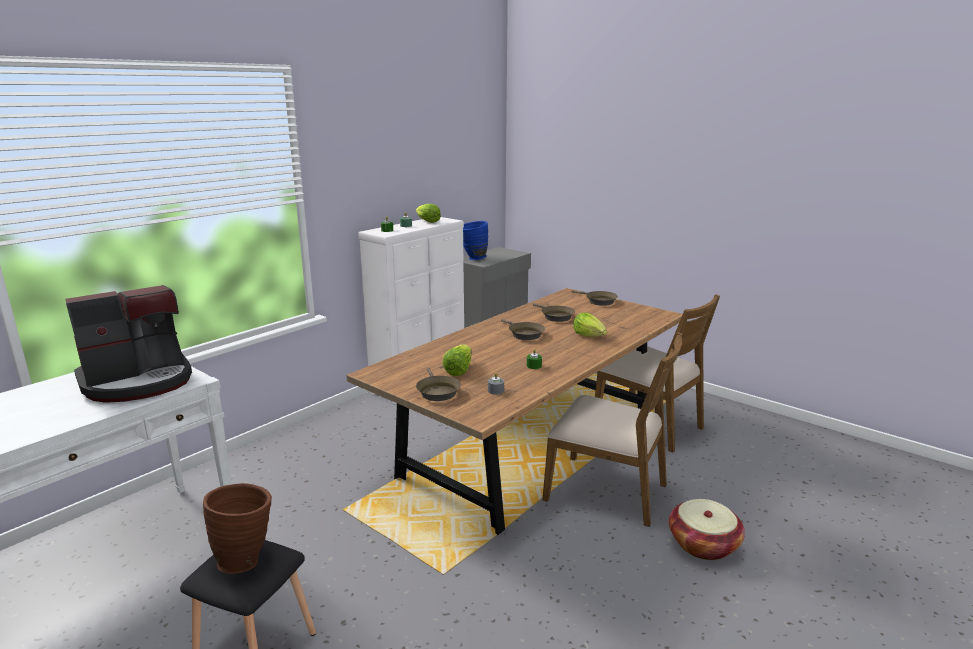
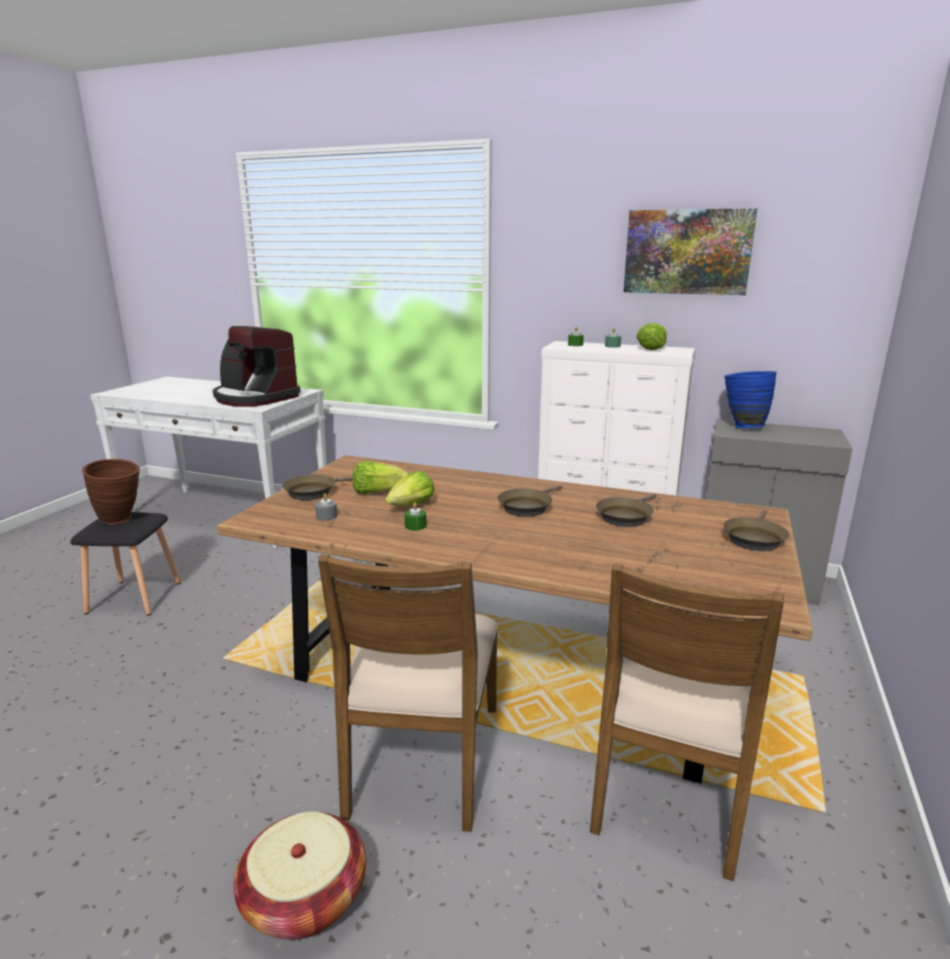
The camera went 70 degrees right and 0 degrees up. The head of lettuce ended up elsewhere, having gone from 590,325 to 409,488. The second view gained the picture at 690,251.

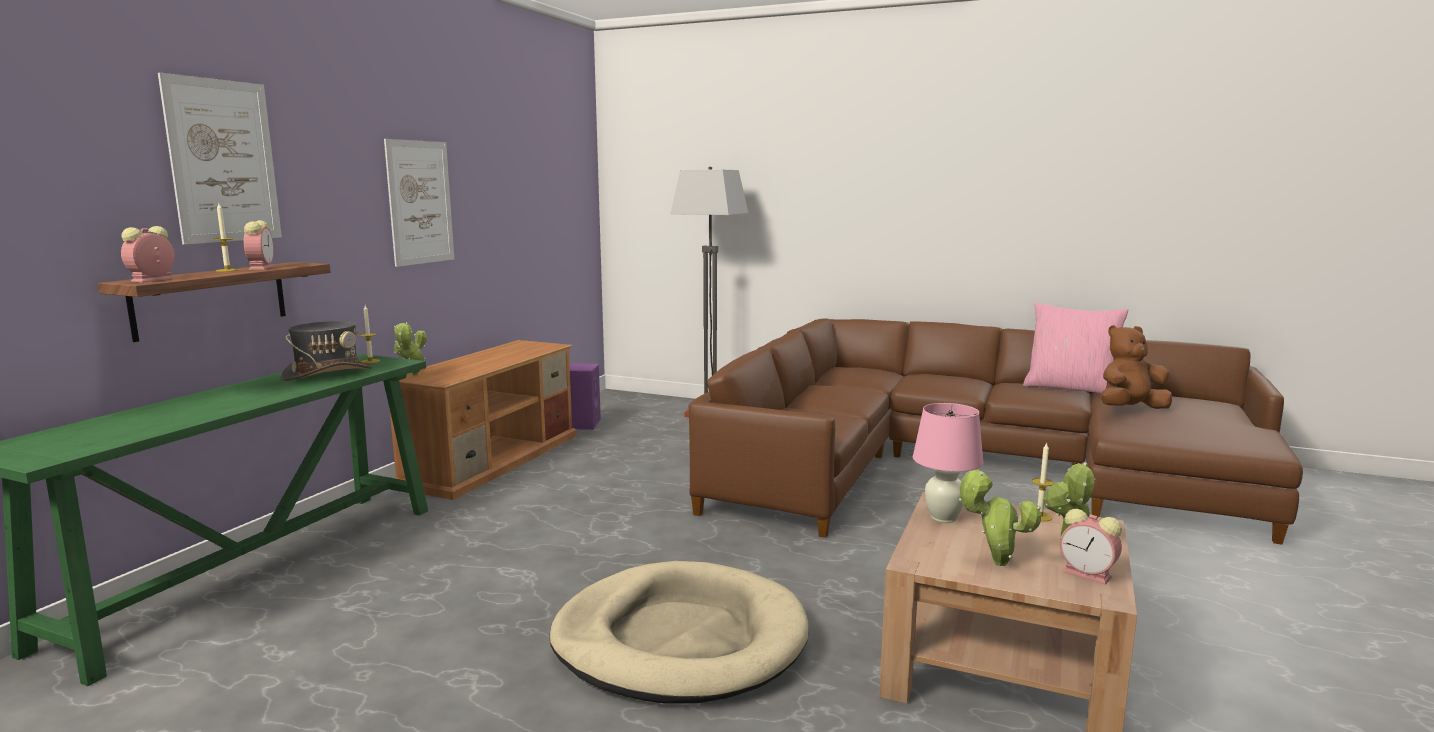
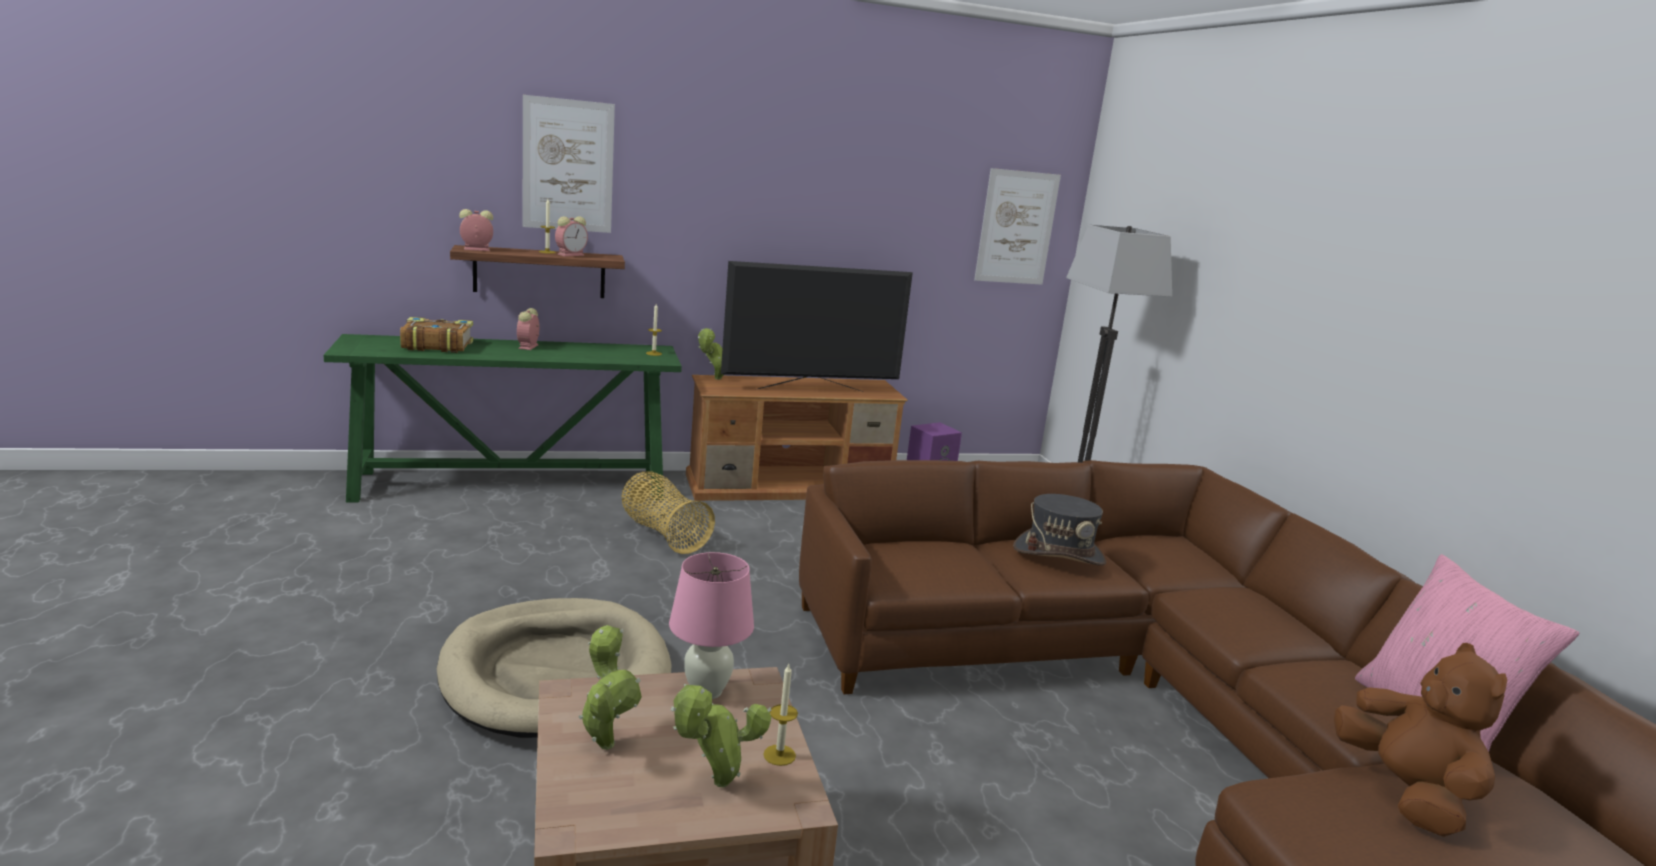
The camera went 50 degrees right and 5 degrees up. The second view gained the book at 436,335. The alarm clock ended up elsewhere, having gone from 1091,547 to 528,329. The second view gained the basket at 668,513. The second view gained the TV at 817,326. The picture ended up elsewhere, having gone from 419,203 to 1017,226. The wearable hat (greyish) ended up elsewhere, having gone from 326,351 to 1059,530. The plush toy (brown) at 1136,367 ended up facing another way, 45 degrees clockwise from before.

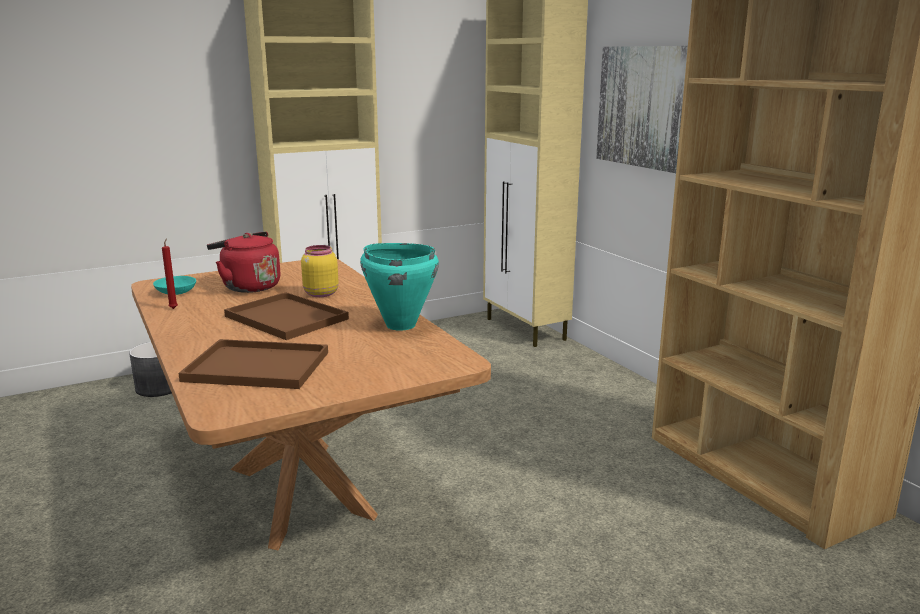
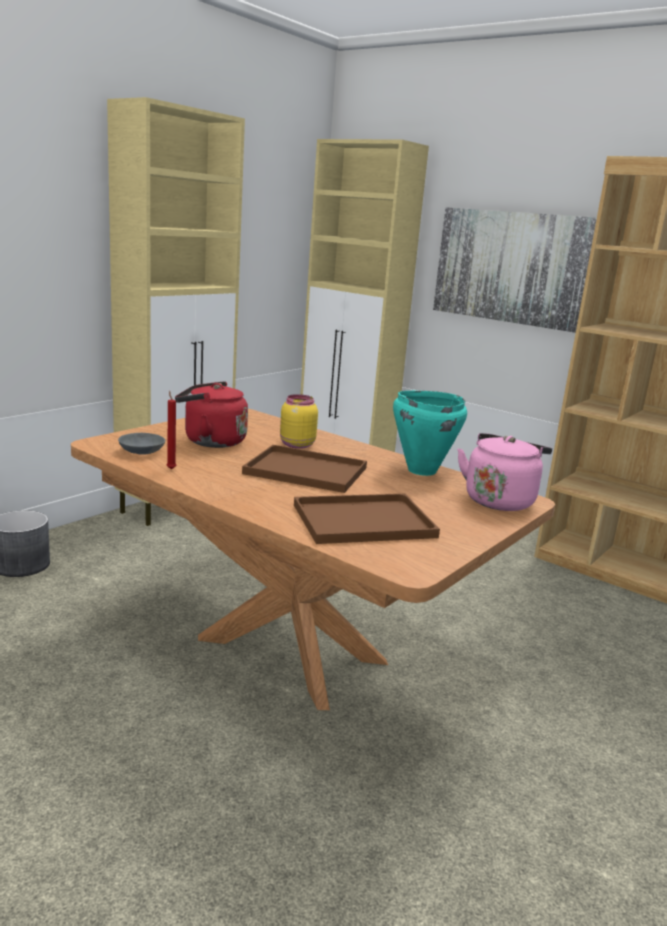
The camera went 25 degrees left and 0 degrees up. What was the bowl (turquoise-coloured) at 174,285 turned into the bowl (greyish) at 141,444. The second view gained the kettle (pink-coloured) at 504,472.

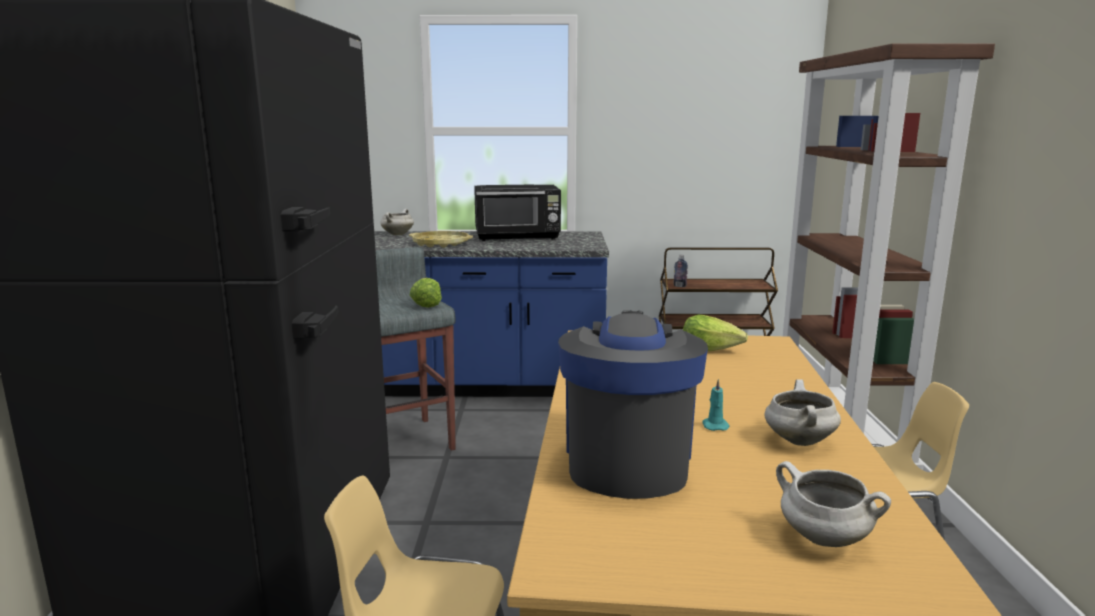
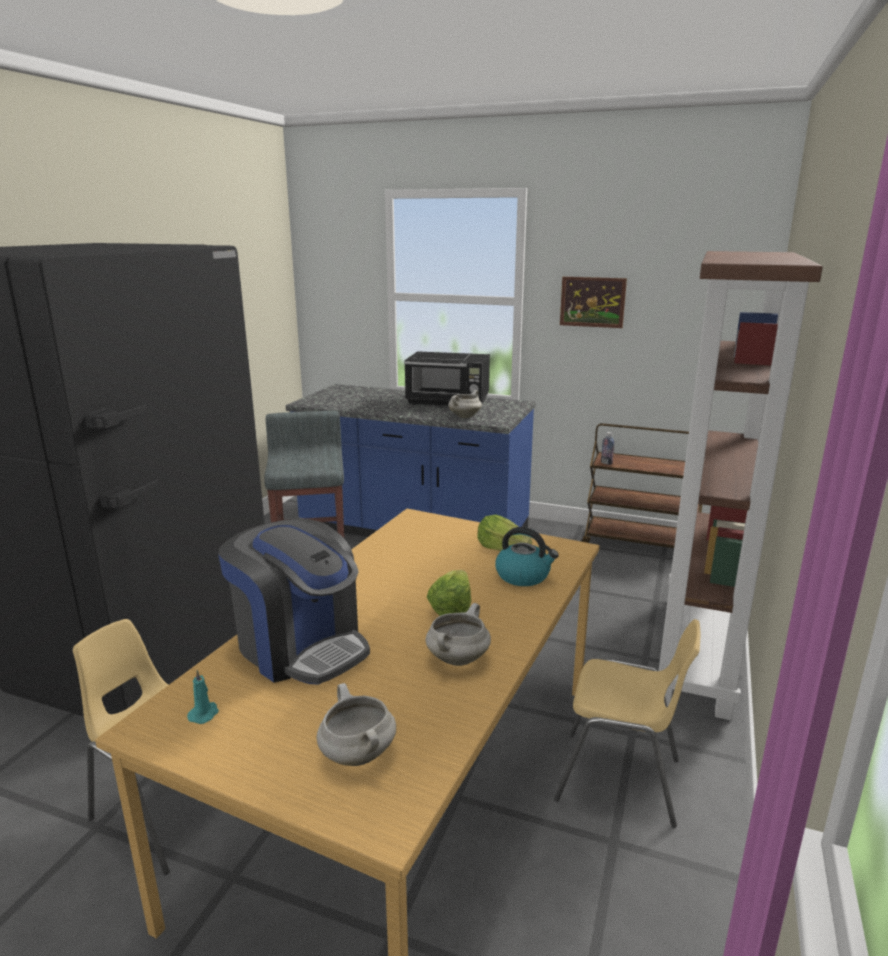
The camera went 20 degrees right and 5 degrees up. The candle (turquoise-coloured) ended up elsewhere, having gone from 716,405 to 203,697. The coffee machine at 633,404 ended up facing another way, 105 degrees clockwise from before. The head of lettuce ended up elsewhere, having gone from 426,293 to 449,593. The stockpot (whitish) ended up elsewhere, having gone from 397,222 to 465,404. The second view gained the kettle at 527,556. The second view gained the picture at 593,302. The second view lost the carrying tray (yellow) at 441,239.

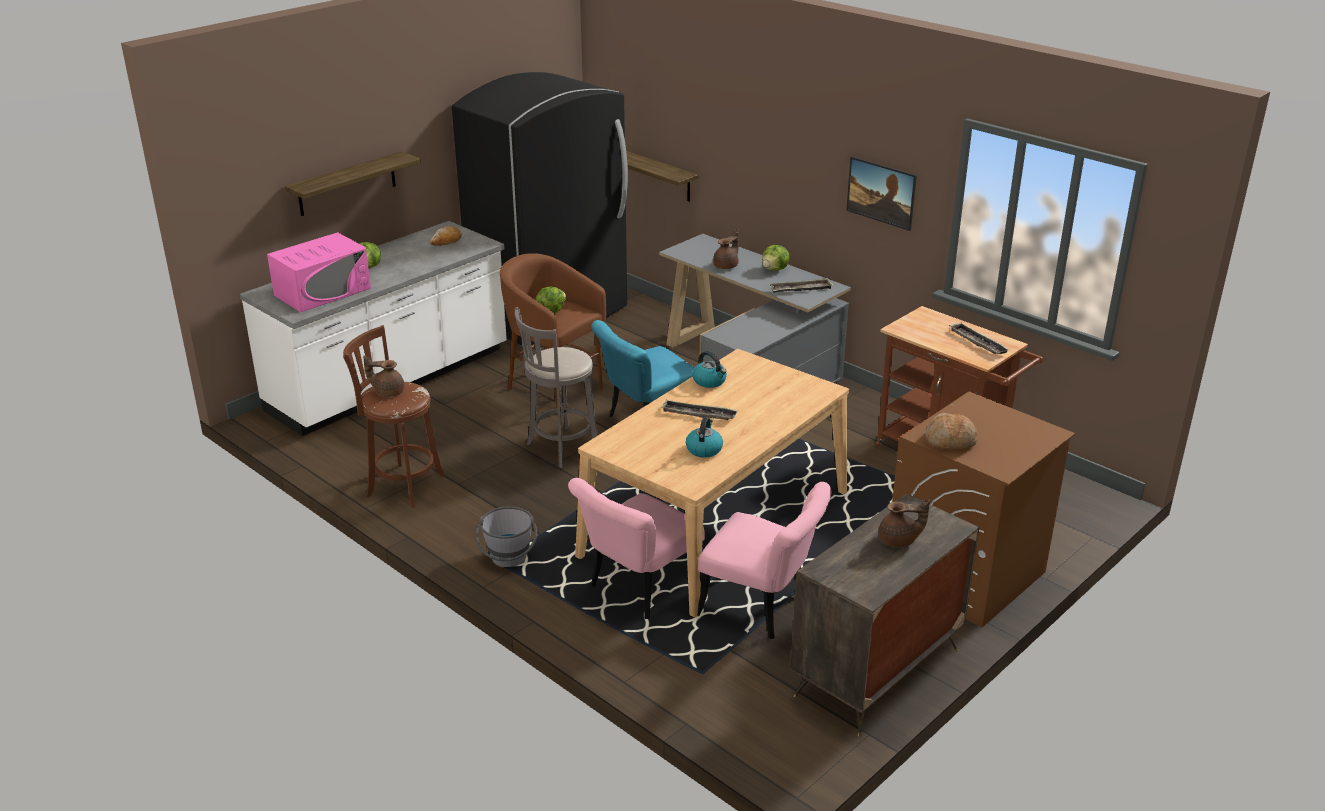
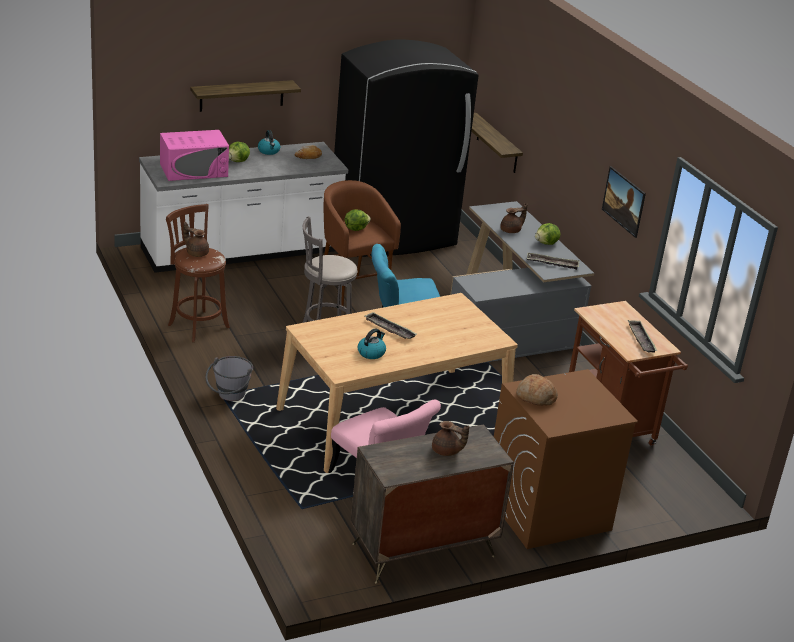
The camera went 20 degrees right and 0 degrees up. The kettle ended up elsewhere, having gone from 709,369 to 269,142. The second view lost the chair (pink-coloured) at 636,548.

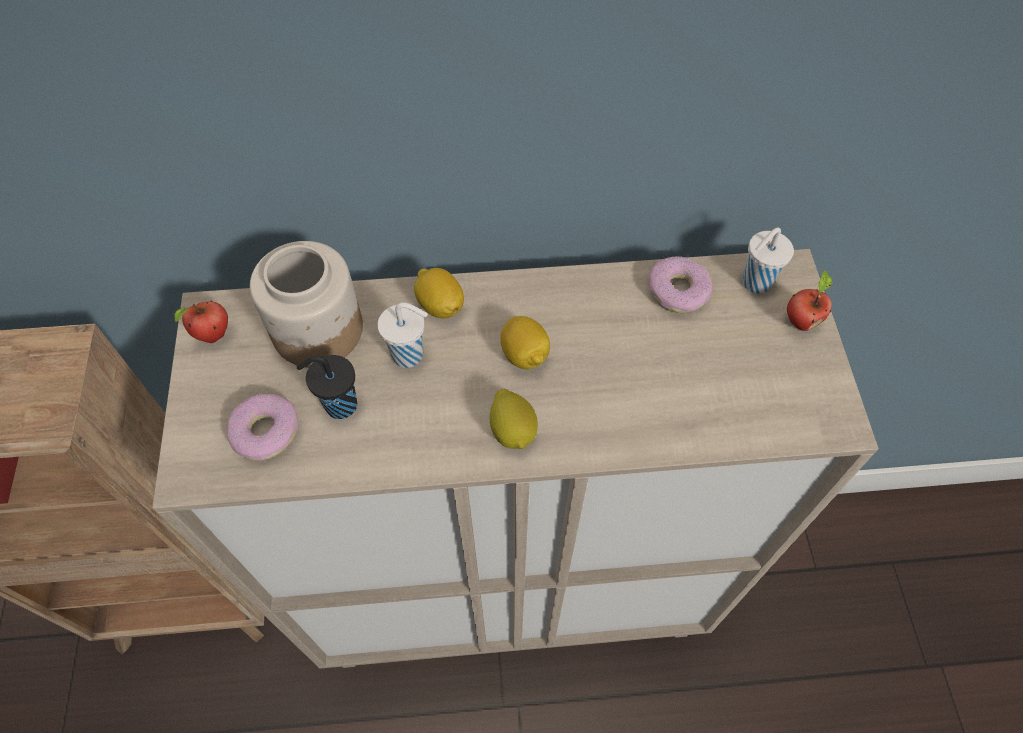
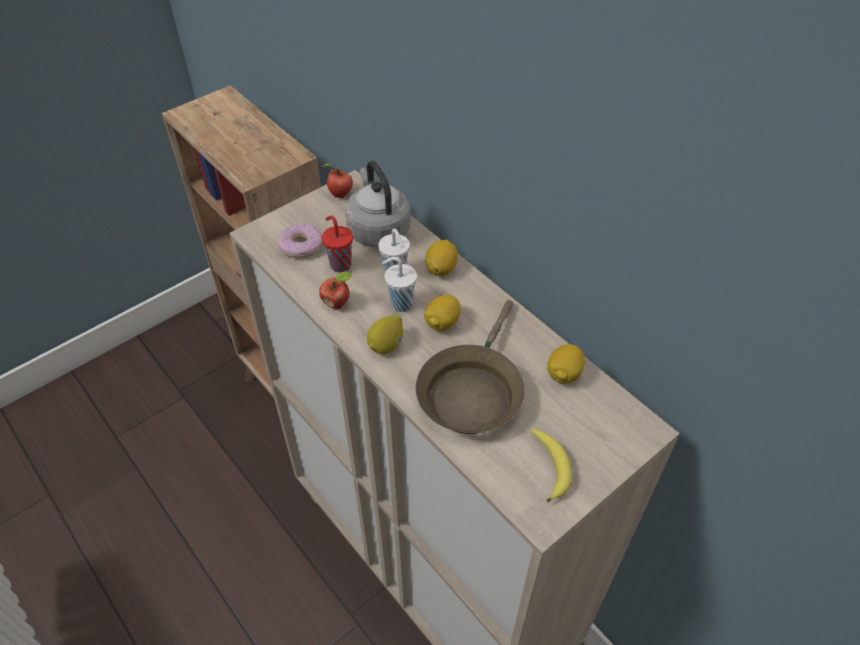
The camera went 55 degrees right and 10 degrees down. The whole apple ended up elsewhere, having gone from 810,300 to 335,290. What was the drinking cup (blackish) at 327,387 turned into the drinking cup (reddish) at 337,243. Where the jar stood at 306,304, the kettle (greyish) came to stand at 378,204. The drinking cup (whitish) ended up elsewhere, having gone from 768,260 to 399,284. The second view gained the pan (brown) at 470,367. The second view gained the banana at 551,465. Where the ring doughnut stood at 680,284, the whole lemon came to stand at 566,364.

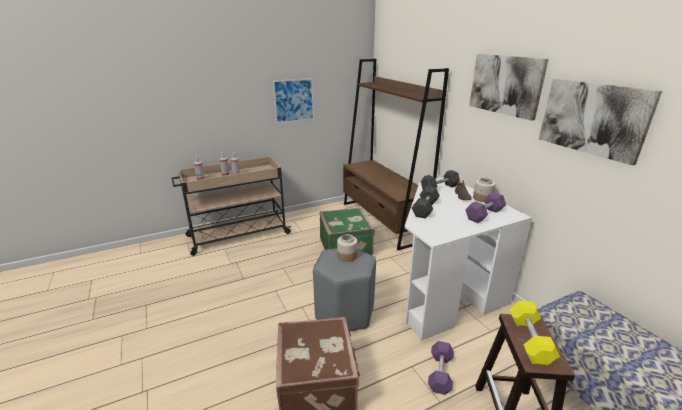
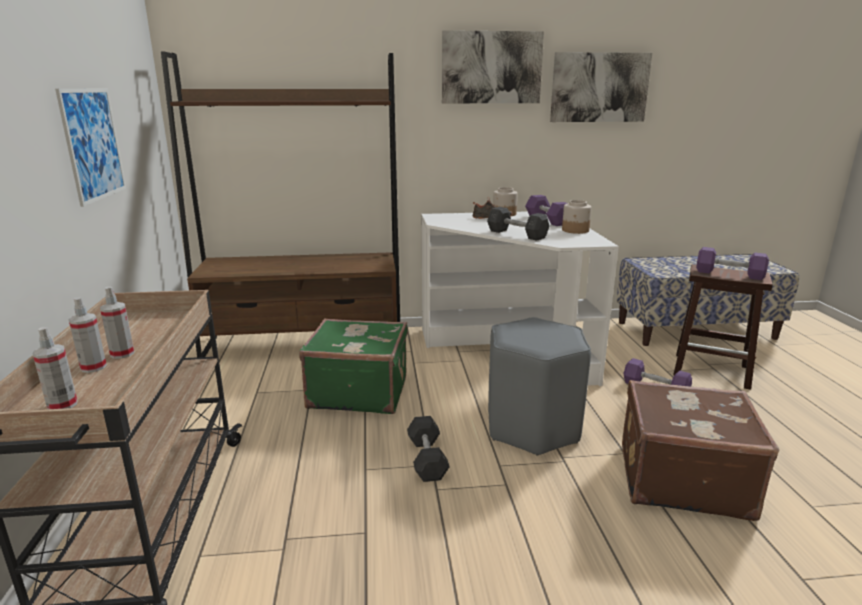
The camera went 70 degrees left and 5 degrees down. The dumbbell (greyish) ended up elsewhere, having gone from 440,179 to 428,449. The jar ended up elsewhere, having gone from 347,248 to 577,217. What was the dumbbell (yellow) at 534,333 turned into the dumbbell (purplish) at 732,263.

